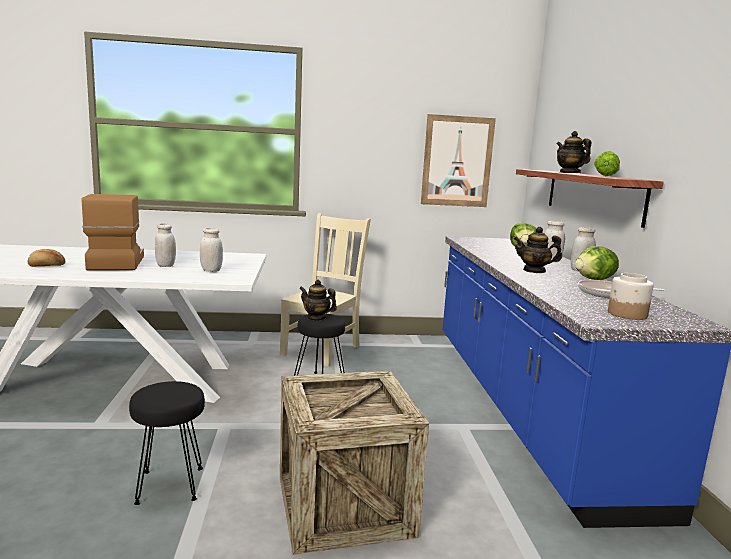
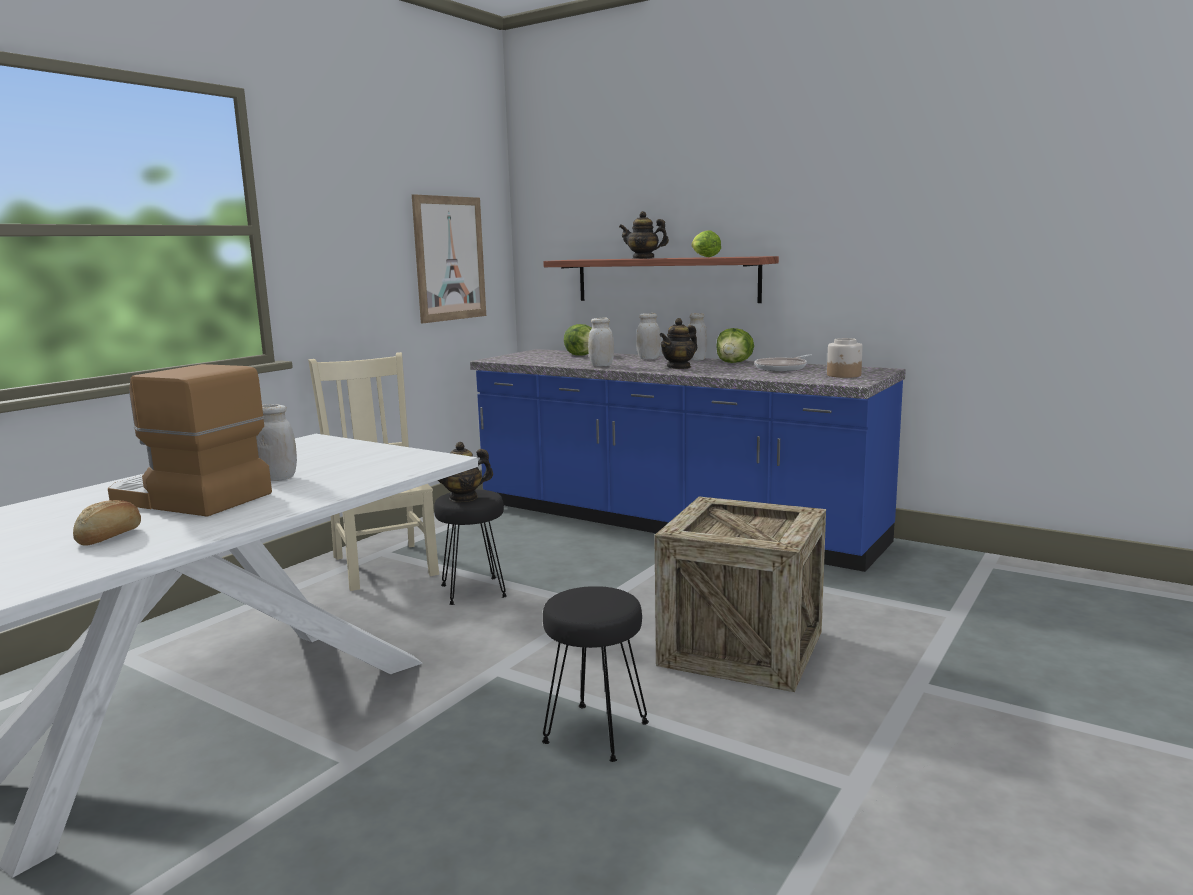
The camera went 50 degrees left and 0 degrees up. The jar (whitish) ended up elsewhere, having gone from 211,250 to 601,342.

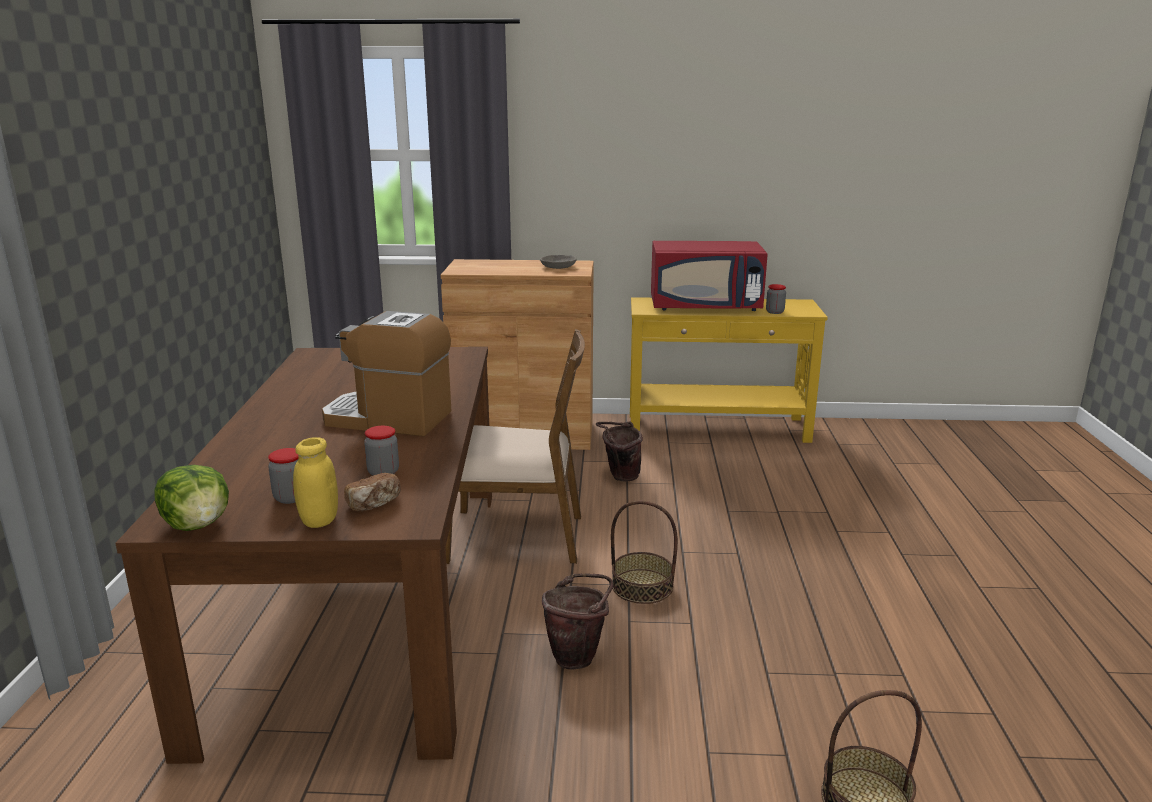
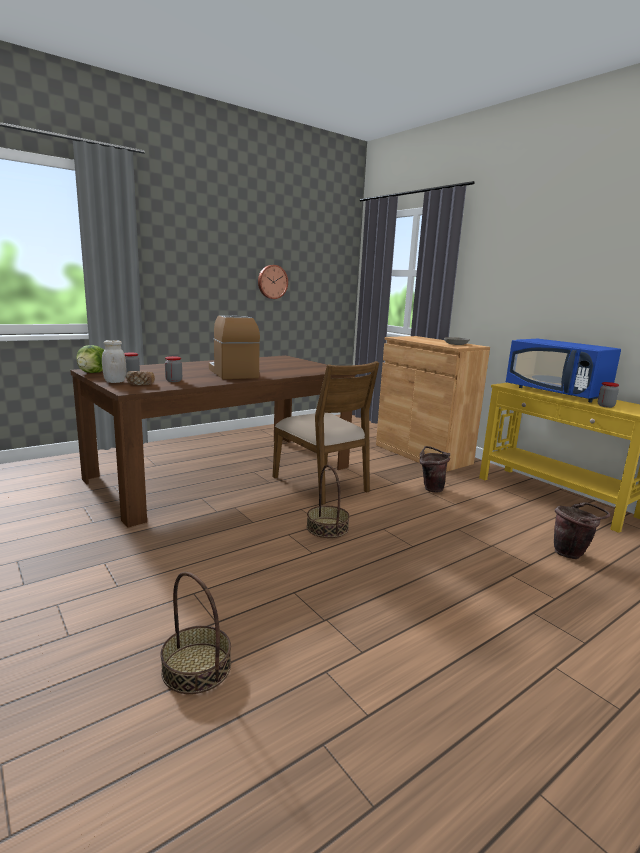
The camera went 50 degrees right and 5 degrees down. What was the jar (yellow) at 315,482 turned into the jar (whitish) at 114,361. The second view gained the hanging clock at 273,282. What was the microwave oven (reddish) at 709,276 turned into the microwave oven (blue-coloured) at 563,370. The bucket (brown) ended up elsewhere, having gone from 577,621 to 582,530.

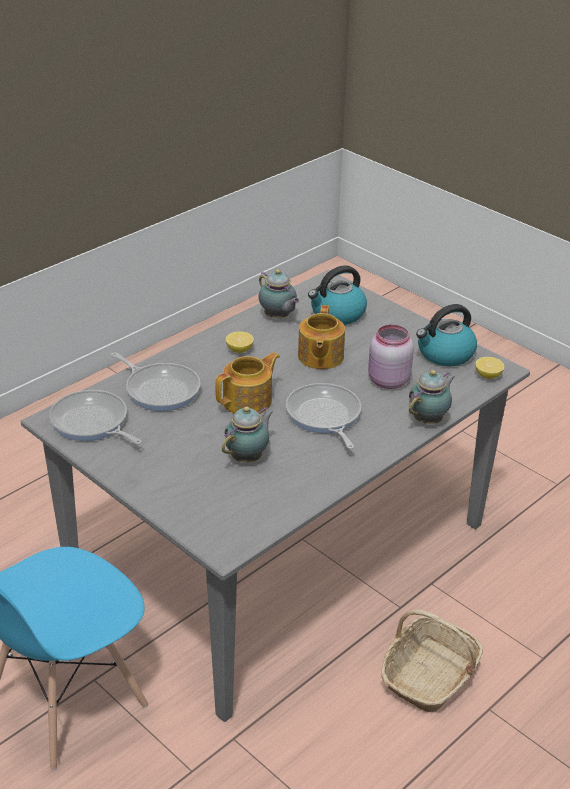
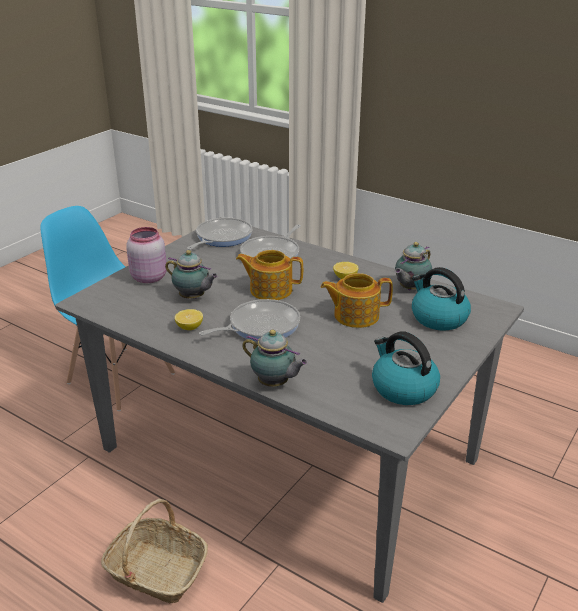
The camera went 80 degrees right and 5 degrees down. The jar (pink-coloured) ended up elsewhere, having gone from 391,357 to 146,255. The whole lemon ended up elsewhere, having gone from 489,368 to 189,319. The teapot at 247,383 ended up facing another way, 150 degrees clockwise from before.

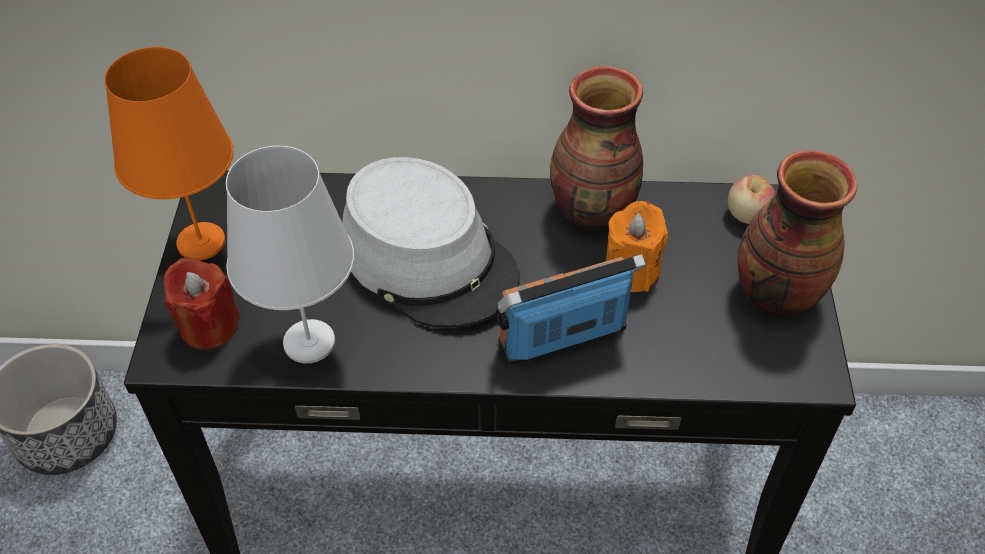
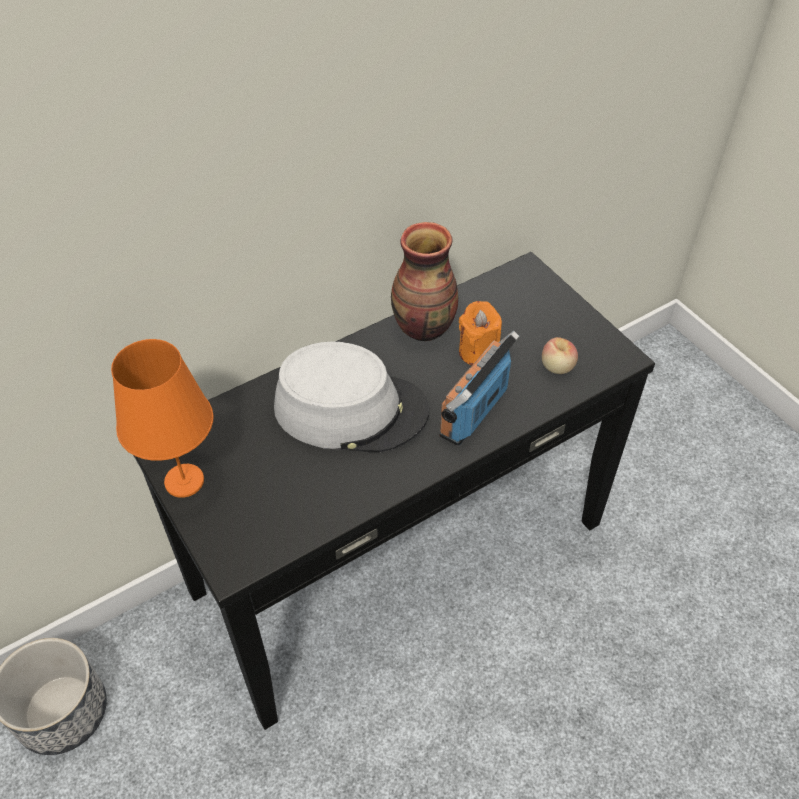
The camera went 35 degrees left and 0 degrees up. The whole apple ended up elsewhere, having gone from 752,199 to 560,355. The second view lost the candle (reddish) at 202,304. The second view lost the table lamp (whitish) at 290,254. The second view lost the decorative vase at 798,233.

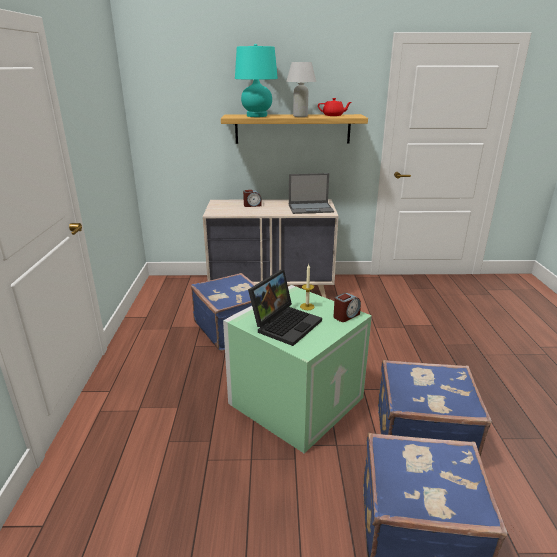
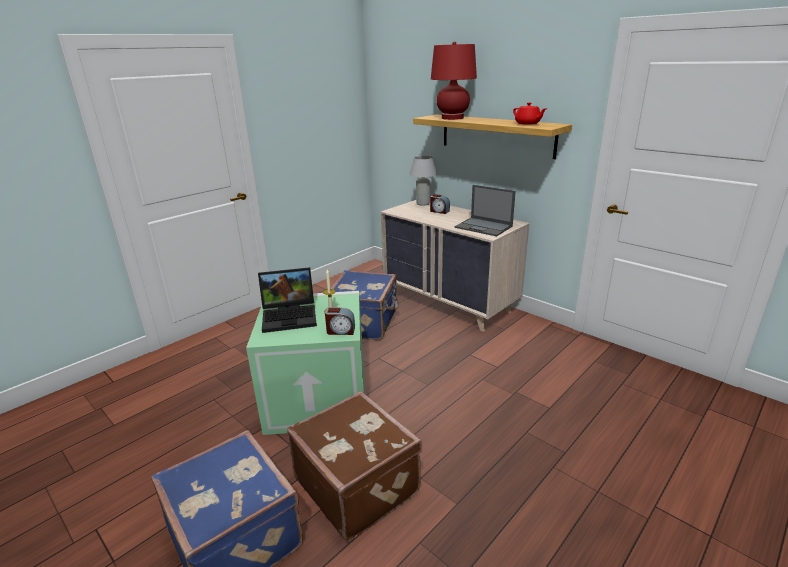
The camera went 45 degrees right and 0 degrees up. What was the suitcase (blue-coloured) at 435,408 turned into the suitcase (brown) at 354,466. The table lamp (whitish) ended up elsewhere, having gone from 301,89 to 423,181. What was the table lamp (turquoise-coloured) at 256,80 turned into the table lamp (reddish) at 454,80.

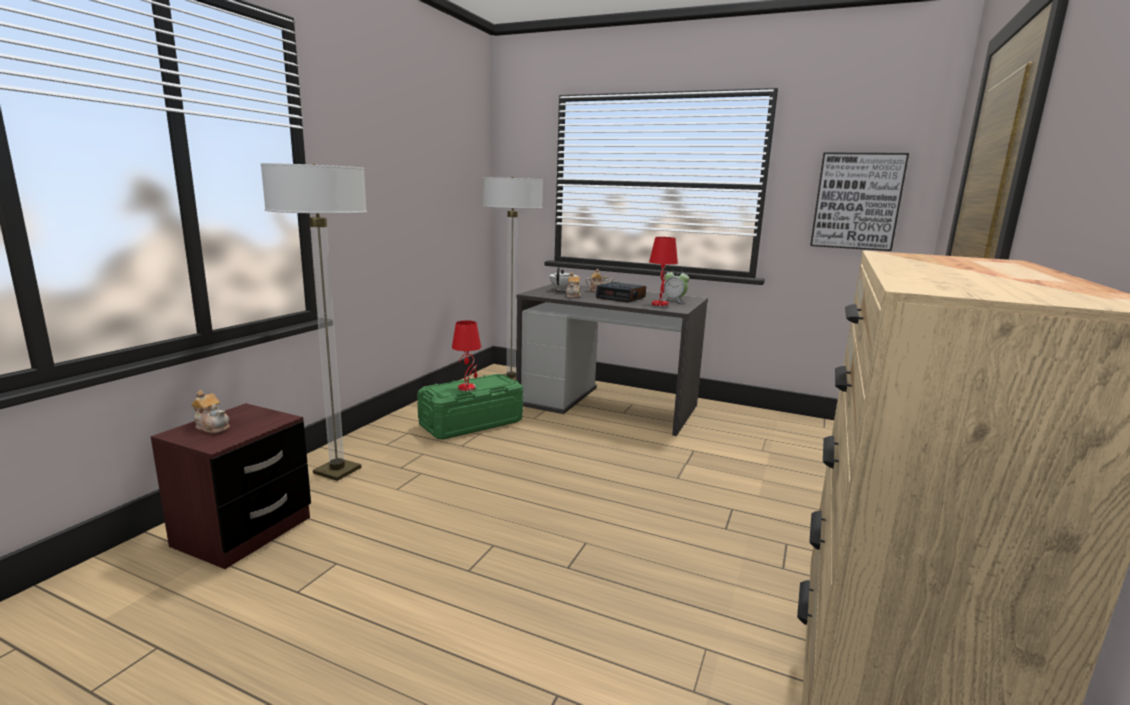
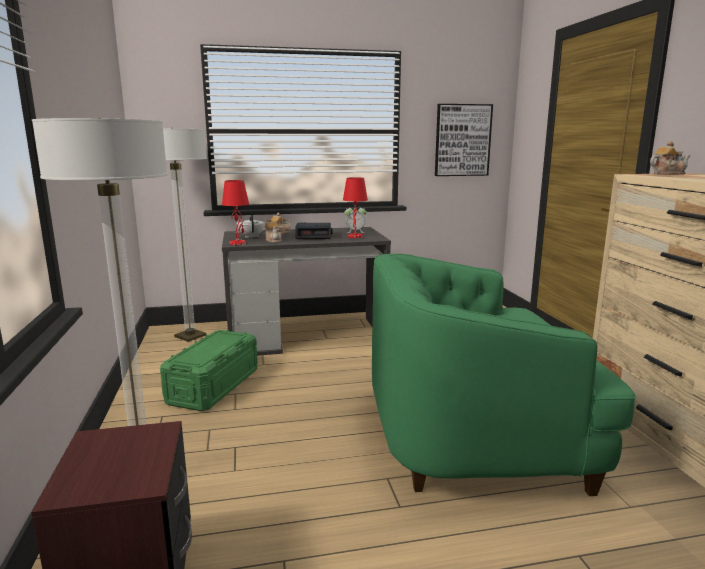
The camera went 35 degrees left and 0 degrees up. The table lamp (reddish) ended up elsewhere, having gone from 466,355 to 235,212. The second view gained the armchair (green-coloured) at 504,375. The teapot ended up elsewhere, having gone from 210,411 to 670,158.

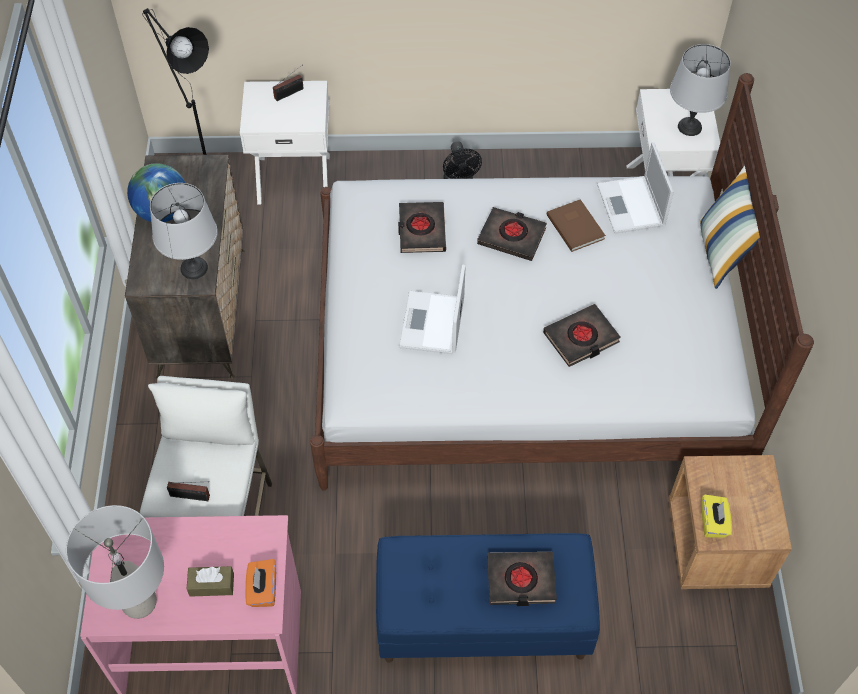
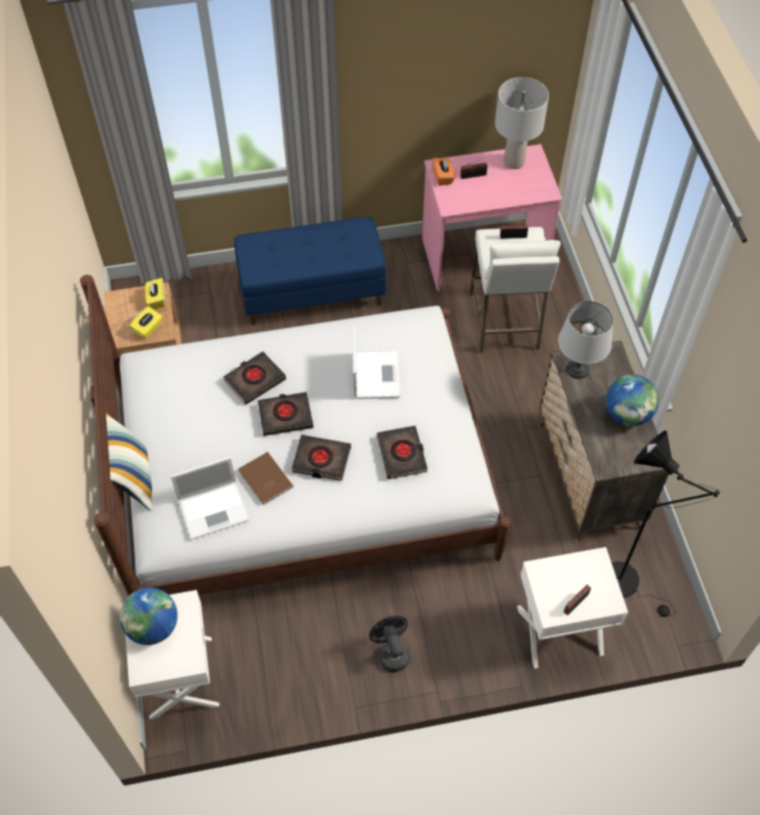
The camera went 170 degrees right and 0 degrees up. Where the table lamp (greyish) stood at 700,90, the desk globe came to stand at 148,616. The second view gained the tissue box (yellow) at 146,322. The notebook computer at 635,188 ended up facing another way, 90 degrees clockwise from before. The book (blackish) ended up elsewhere, having gone from 522,579 to 286,414. Where the tissue box (brown) stood at 210,581, the radio receiver came to stand at 475,167.

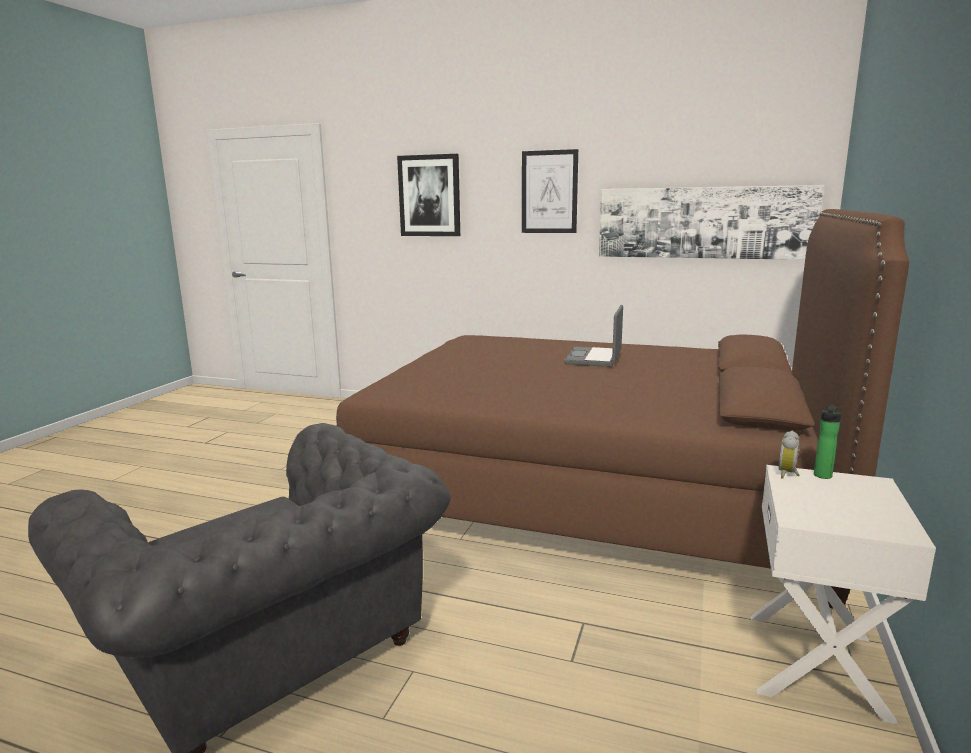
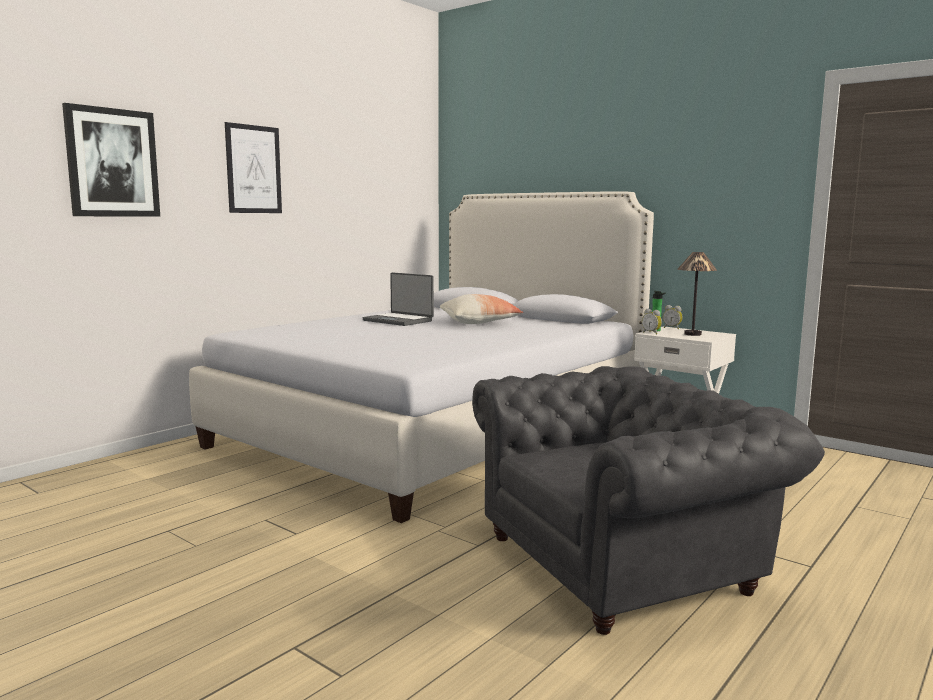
The camera went 70 degrees left and 5 degrees down. What was the bedroom bed (brown) at 622,409 turned into the bedroom bed (whitish) at 421,357. The second view gained the cushion at 481,309. The second view gained the alarm clock at 673,317. The second view gained the table lamp at 697,294. The second view lost the picture at 711,222.

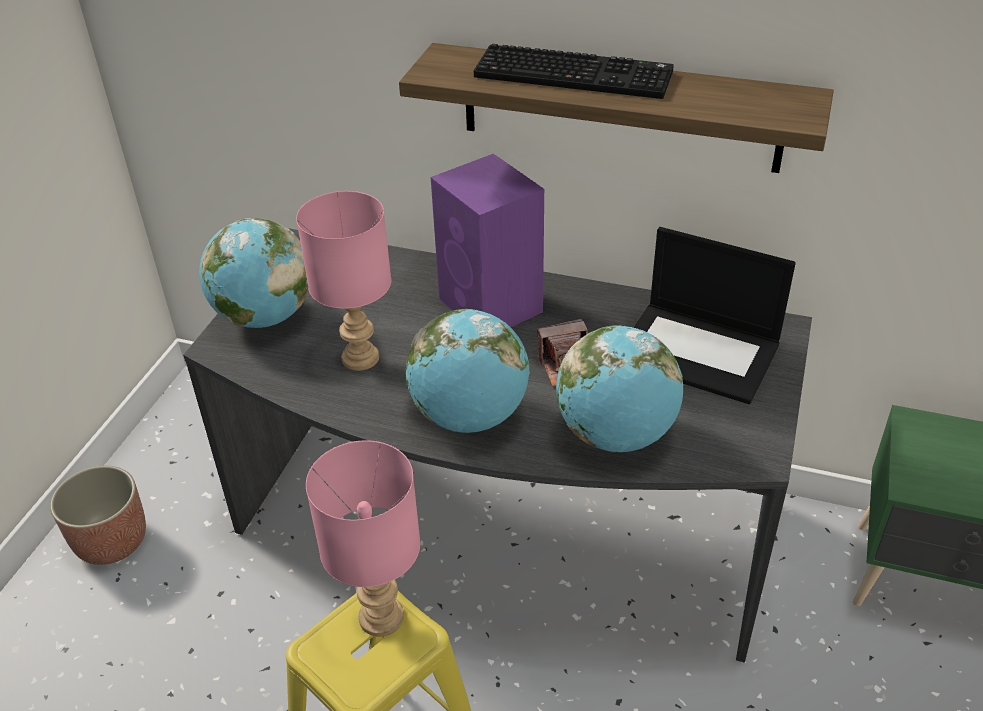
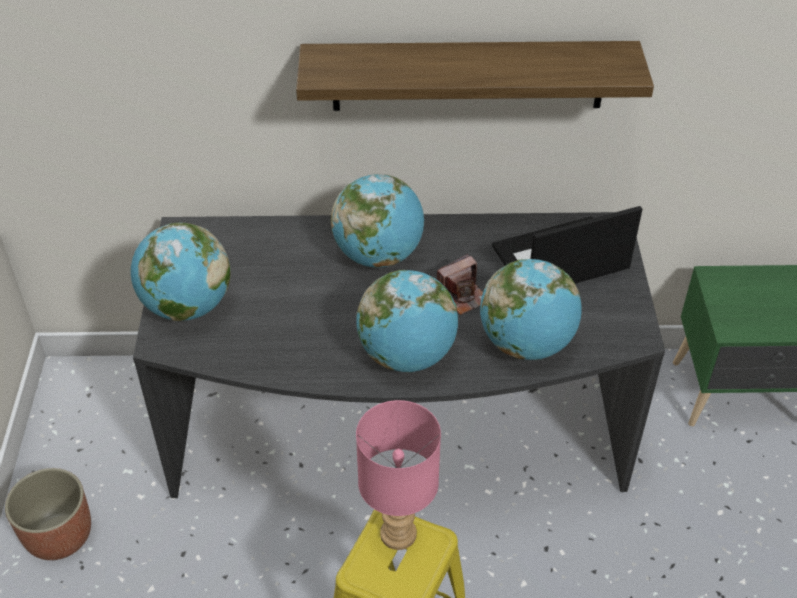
The camera went 20 degrees left and 5 degrees up. Where the audio speaker (purplish) stood at 487,240, the desk globe came to stand at 377,221. The notebook computer at 715,315 ended up facing another way, 150 degrees clockwise from before. The second view lost the table lamp (pink-coloured) at 343,281. The second view lost the PC keyboard at 574,71.

